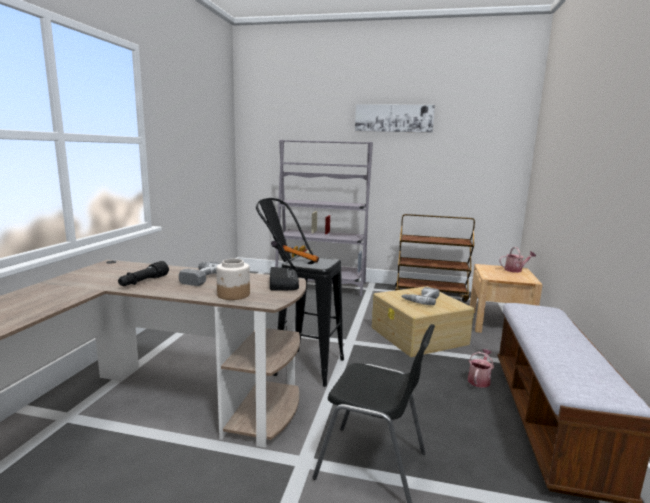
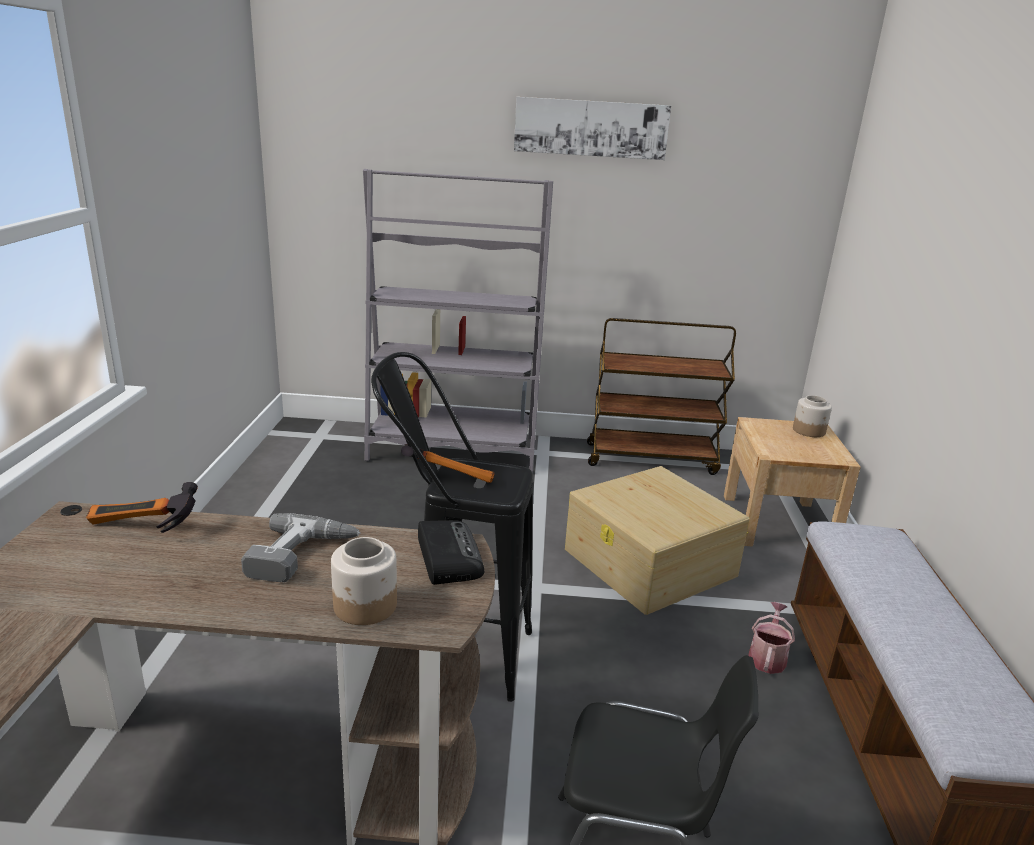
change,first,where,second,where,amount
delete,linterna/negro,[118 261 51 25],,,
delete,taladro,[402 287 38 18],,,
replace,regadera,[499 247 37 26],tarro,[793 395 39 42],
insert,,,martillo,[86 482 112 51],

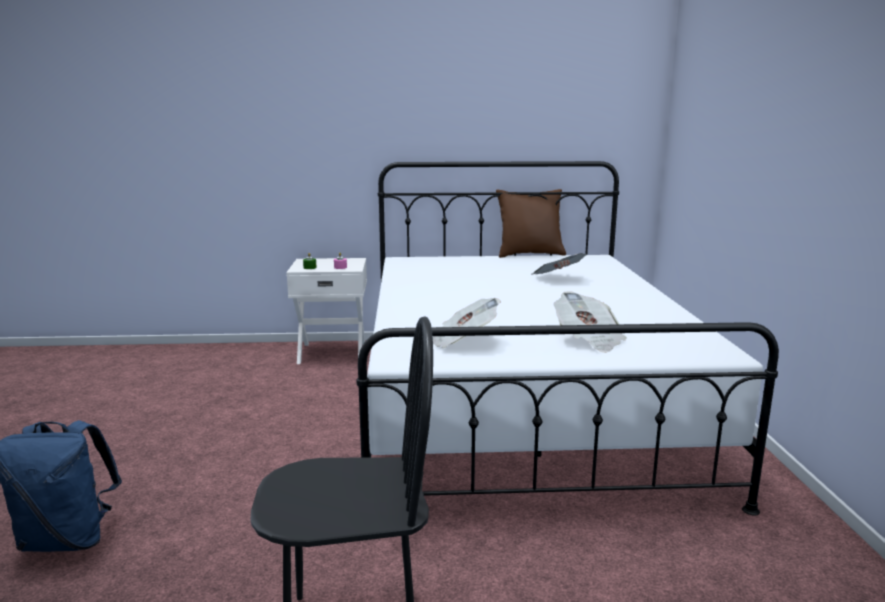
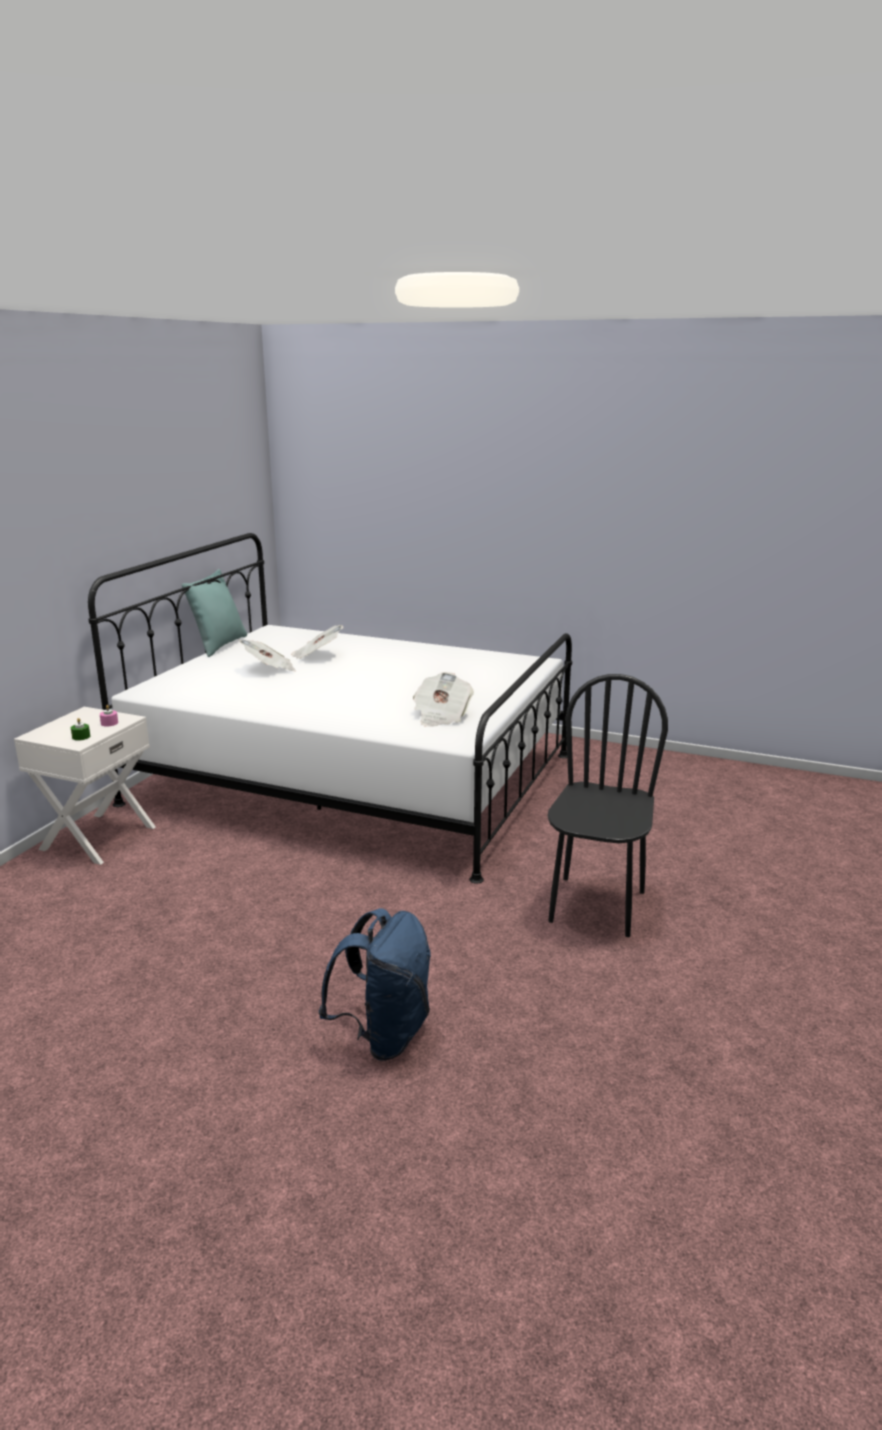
change,first,where,second,where,amount
recolor,cojín/marrón,[496 189 70 69],cojín/turquesa,[182 569 65 88],
move,periódico,[553 291 74 62],,[239 640 57 31],

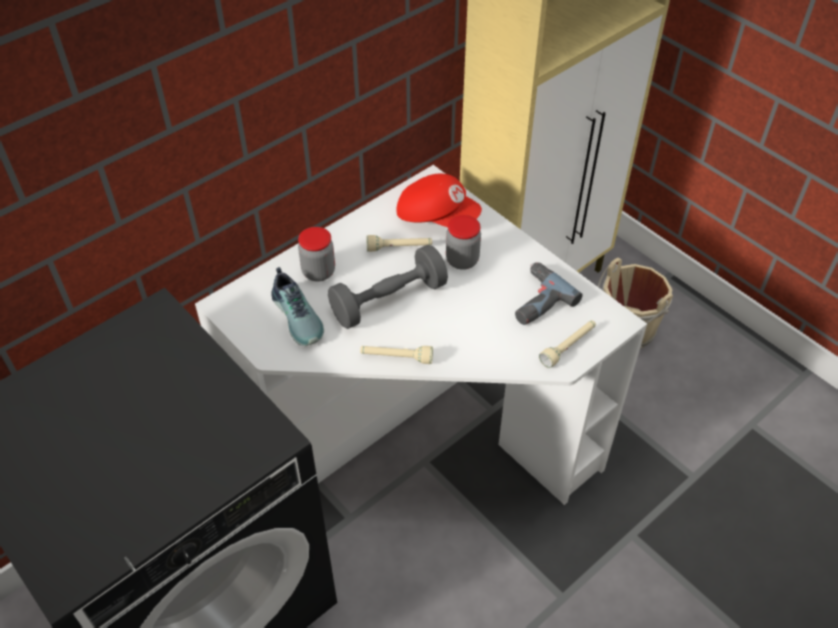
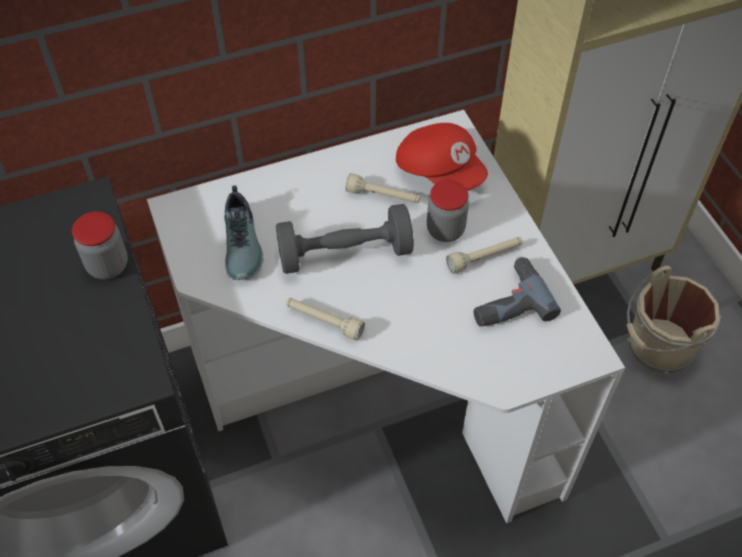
change,first,where,second,where,amount
move,tarro,[298 227 37 55],,[72 211 56 68],
move,linterna/beis,[539 320 57 48],,[446 237 76 36],

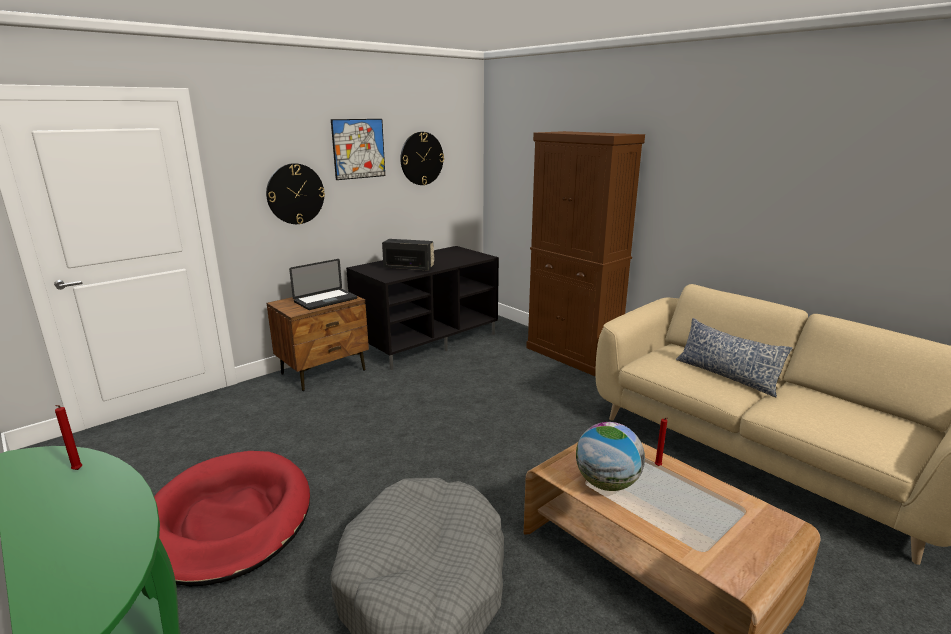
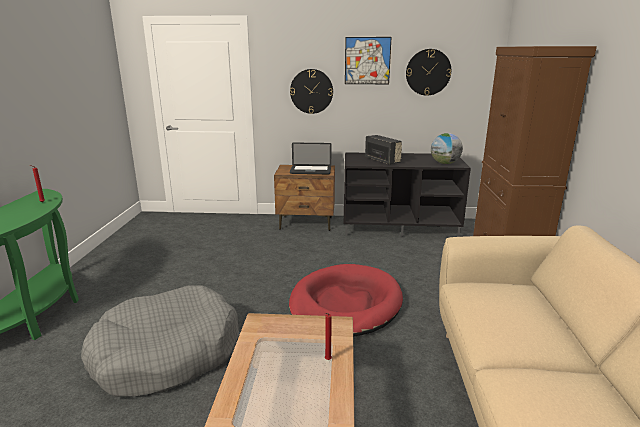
change,first,where,second,where,amount
move,cama para perro/rojo,[154 451 156 135],,[289 264 114 73],
move,globo terráqueo,[576 422 69 69],,[431 133 32 31],
delete,cojín,[676 318 117 79],,,

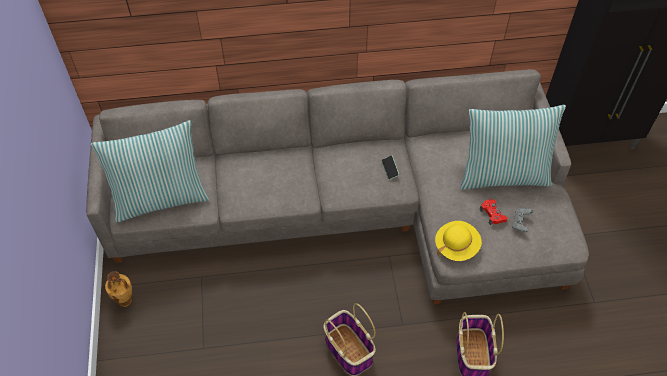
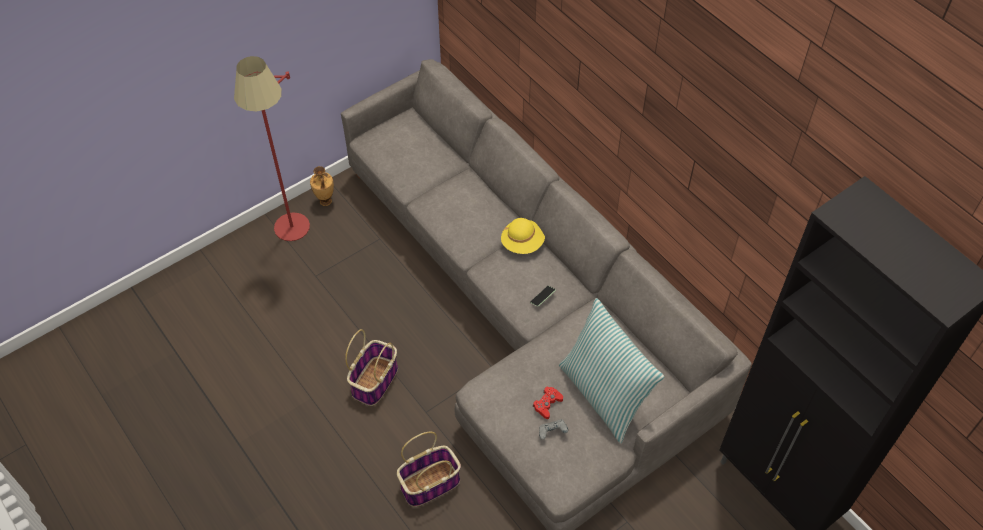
change,first,where,second,where,amount
delete,cojín,[91 120 118 102],,,
move,sombrero/amarillo,[435 221 47 40],,[501 218 44 36],
insert,,,lámpara de pie/rojo,[234 56 76 185],

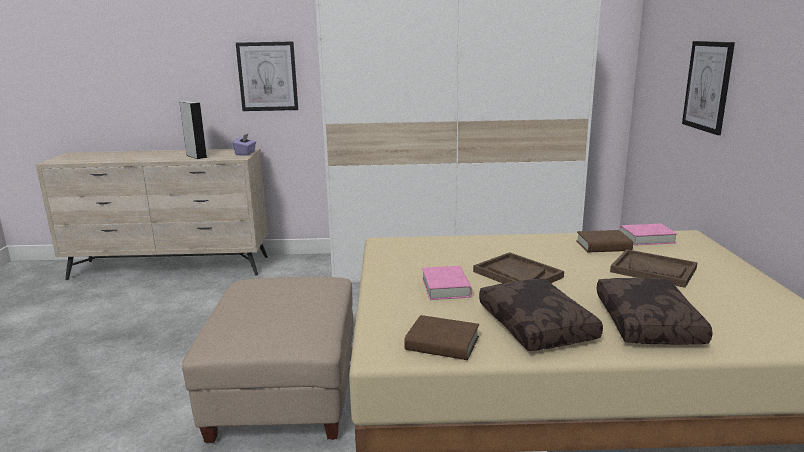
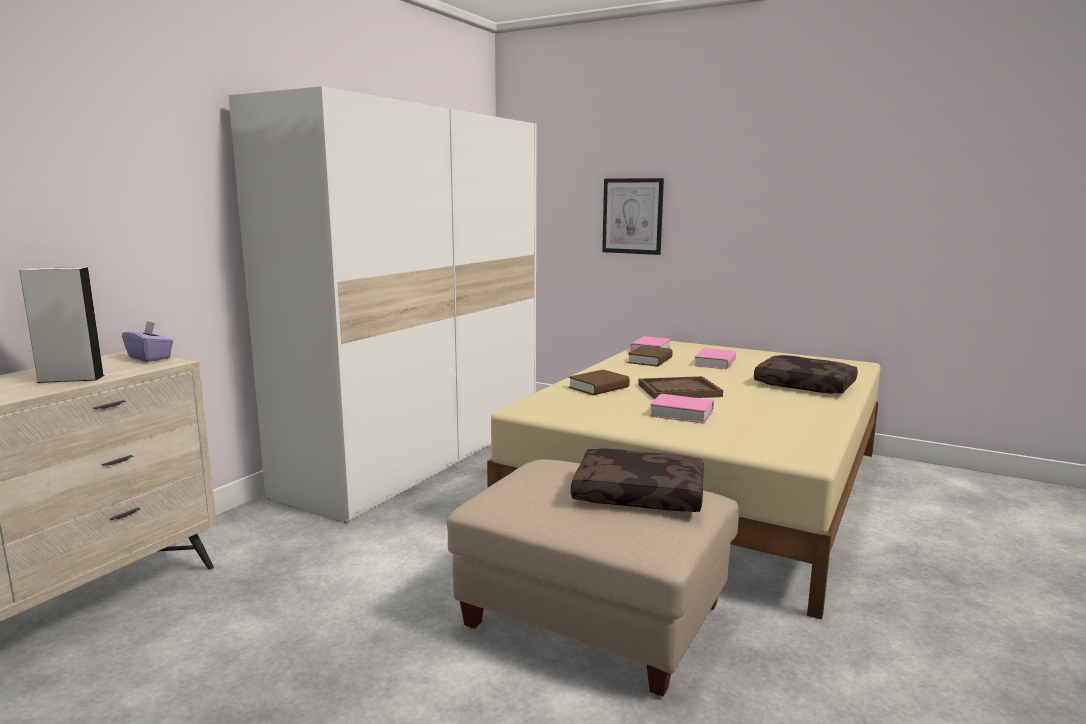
change,first,where,second,where,amount
delete,cuadro,[236 41 62 70],,,
move,libro/marrón,[404 315 75 45],,[569 370 61 25],
move,cojín/marrón,[479 279 124 72],,[571 448 133 64],
replace,bandeja/marrón,[610 249 88 39],libro/rosa,[694 348 42 21],

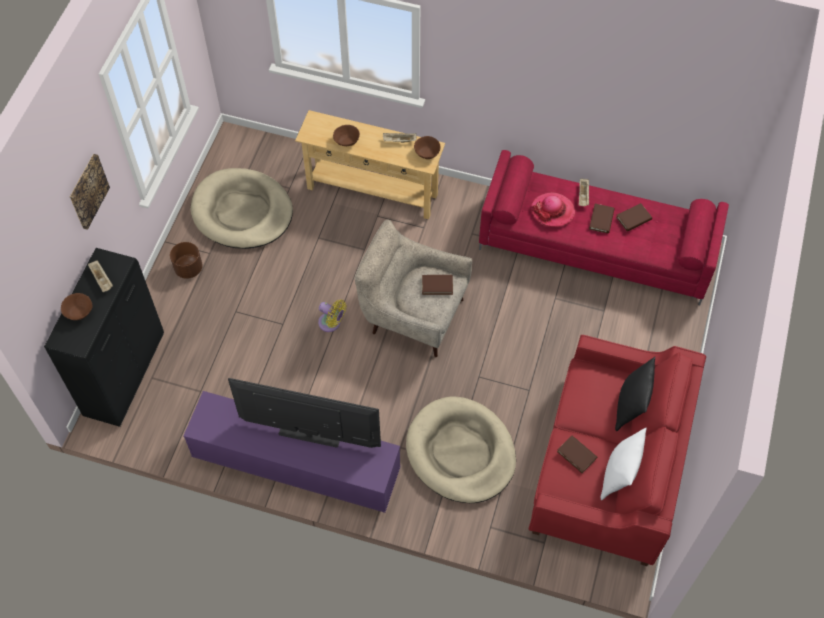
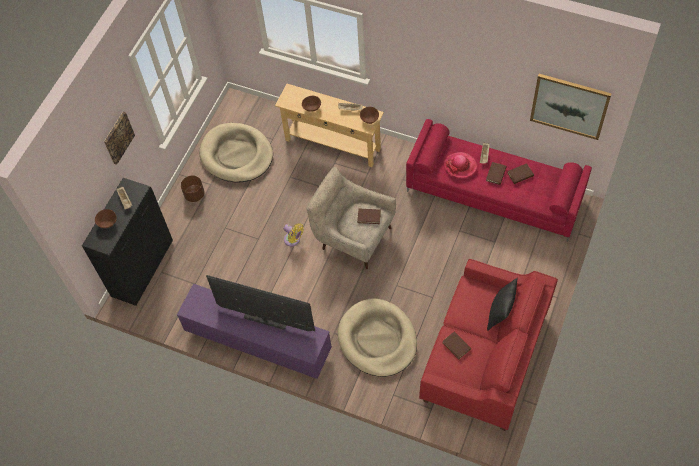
change,first,where,second,where,amount
delete,cojín/blanco,[601 427 46 73],,,
insert,,,cuadro,[530 74 82 66],

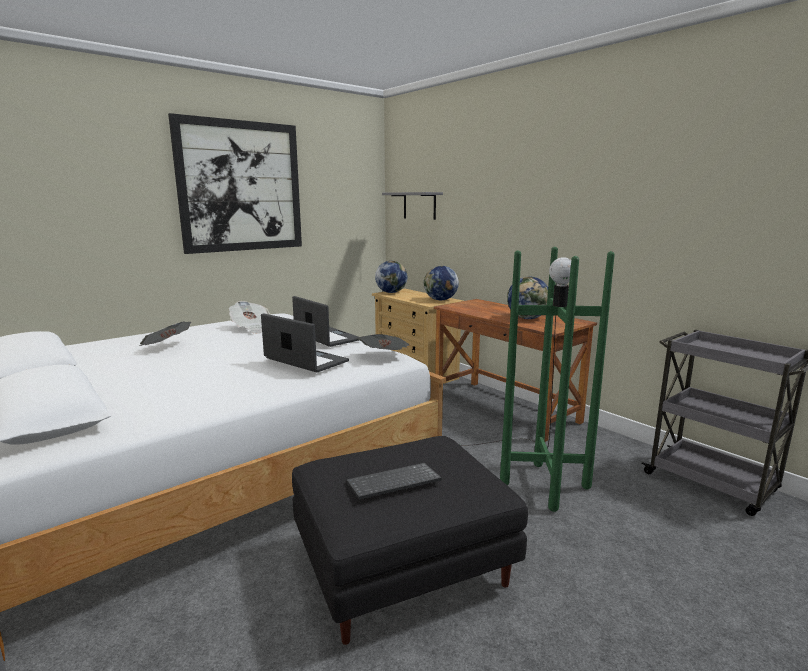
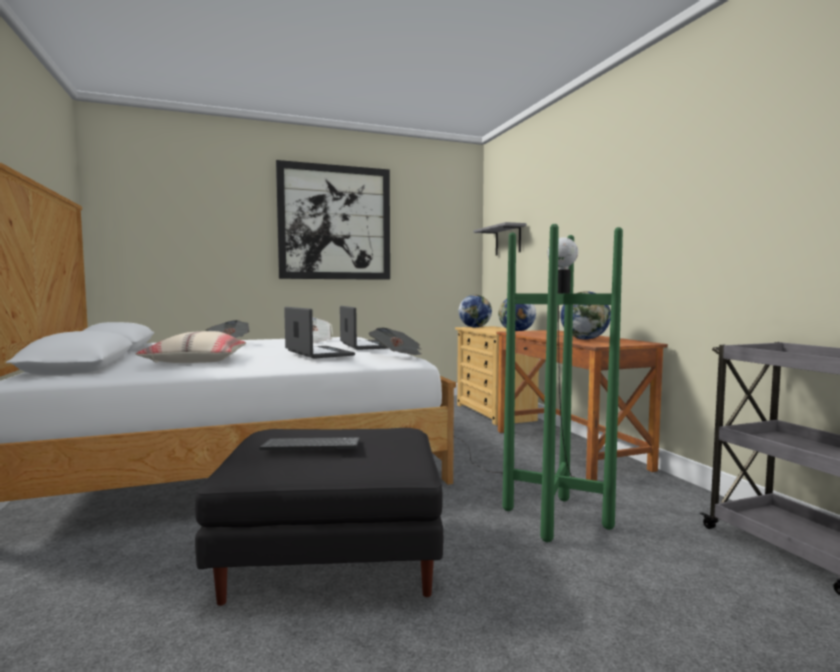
change,first,where,second,where,amount
insert,,,cojín/beis,[136 331 110 32],

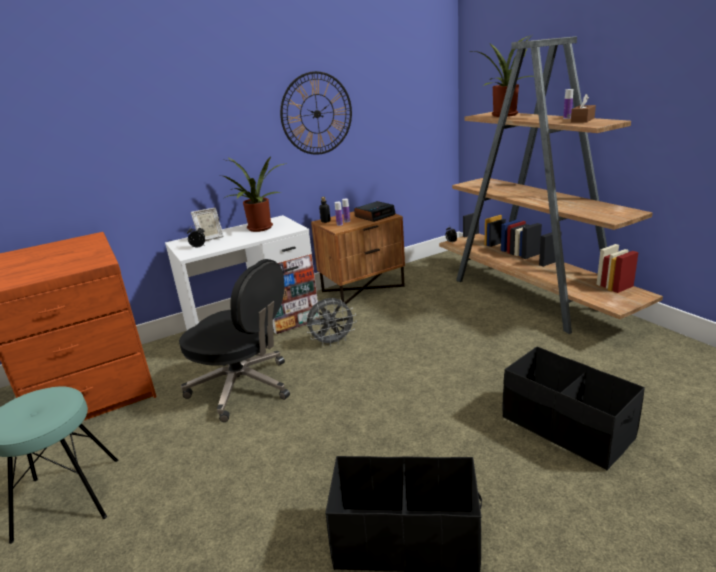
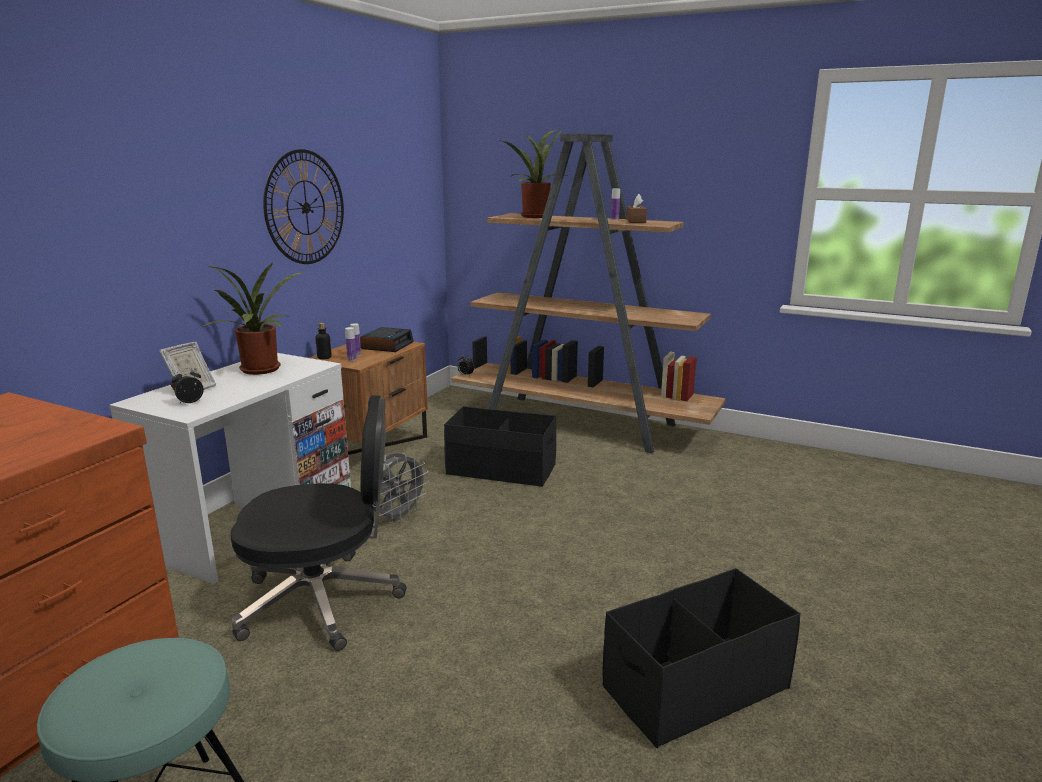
change,first,where,second,where,amount
move,caja de almacenaje/negro,[503 347 142 123],,[444 406 112 81],

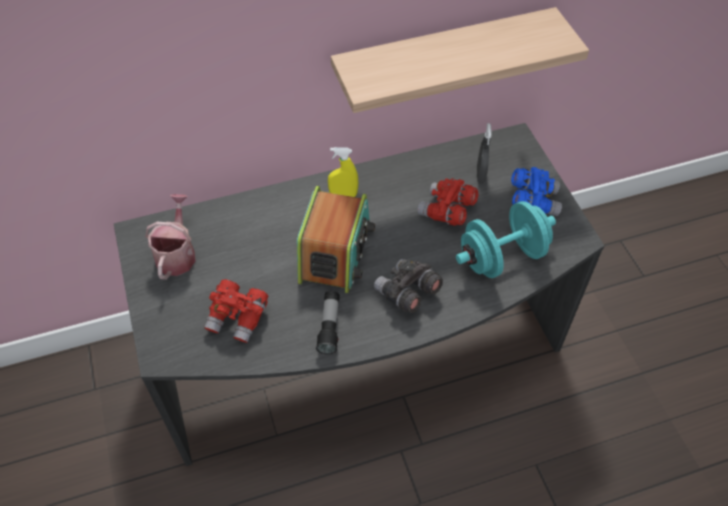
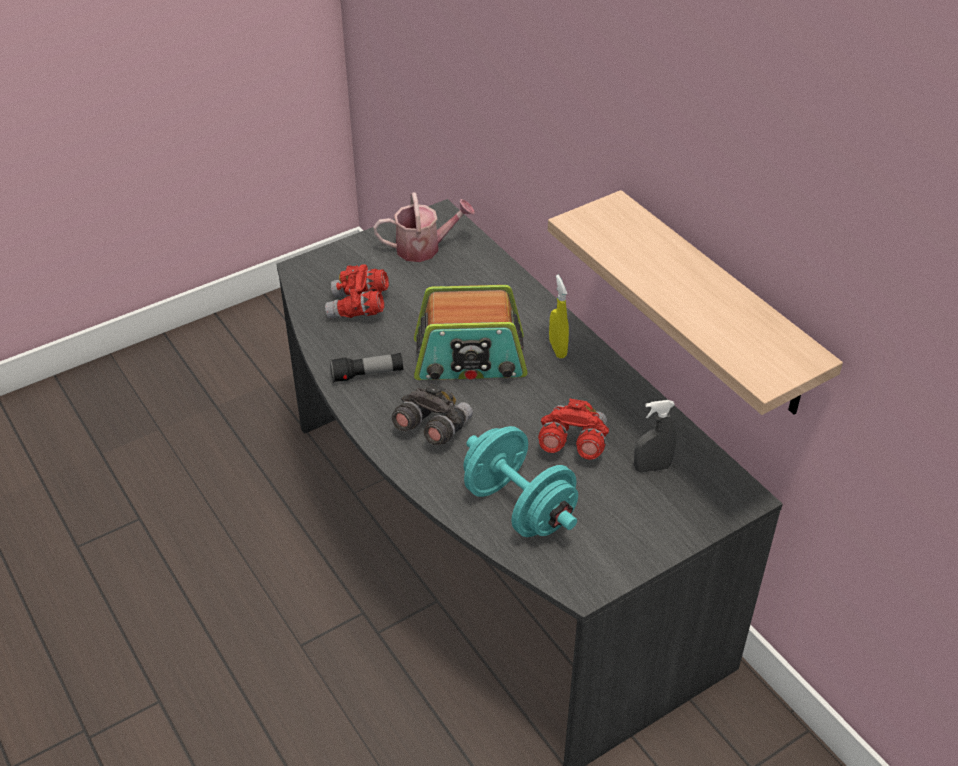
change,first,where,second,where,amount
delete,prismáticos/azul,[511 167 51 49],,,

